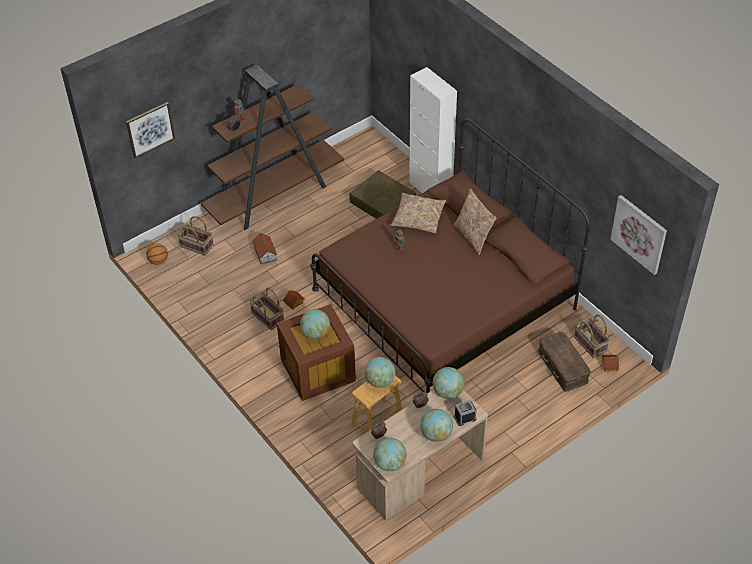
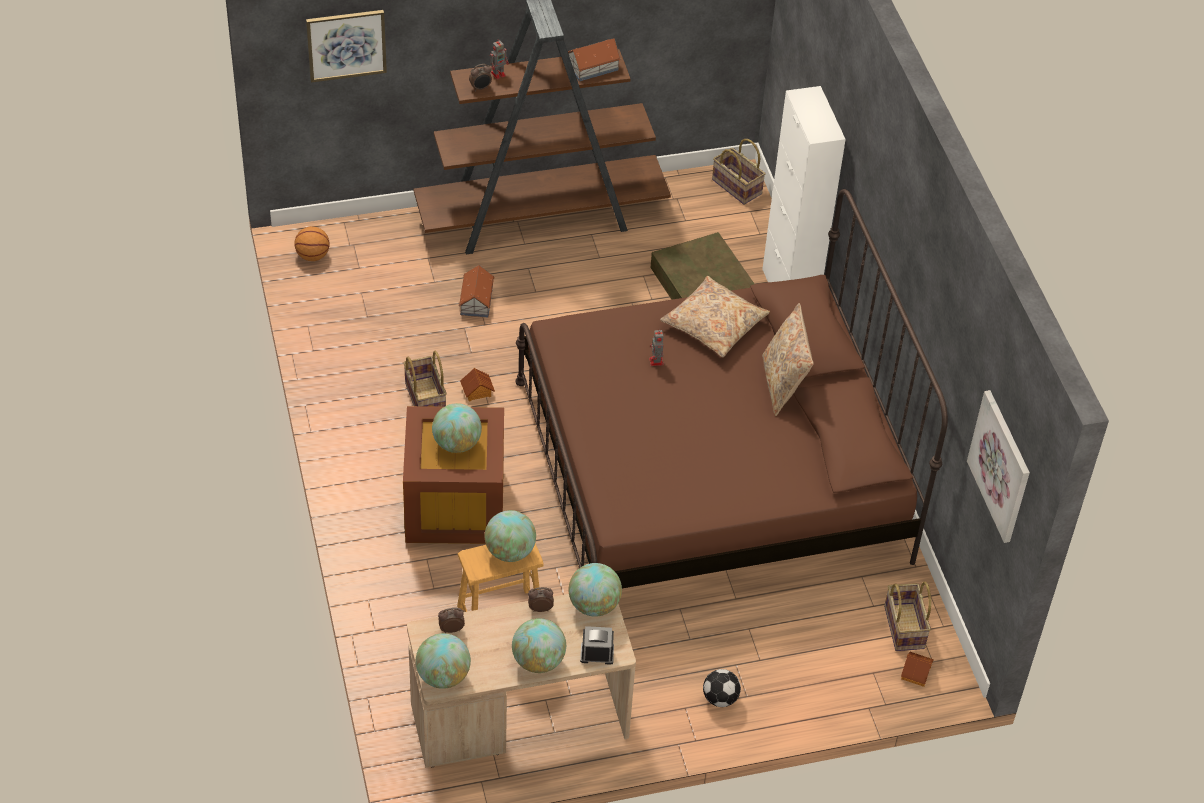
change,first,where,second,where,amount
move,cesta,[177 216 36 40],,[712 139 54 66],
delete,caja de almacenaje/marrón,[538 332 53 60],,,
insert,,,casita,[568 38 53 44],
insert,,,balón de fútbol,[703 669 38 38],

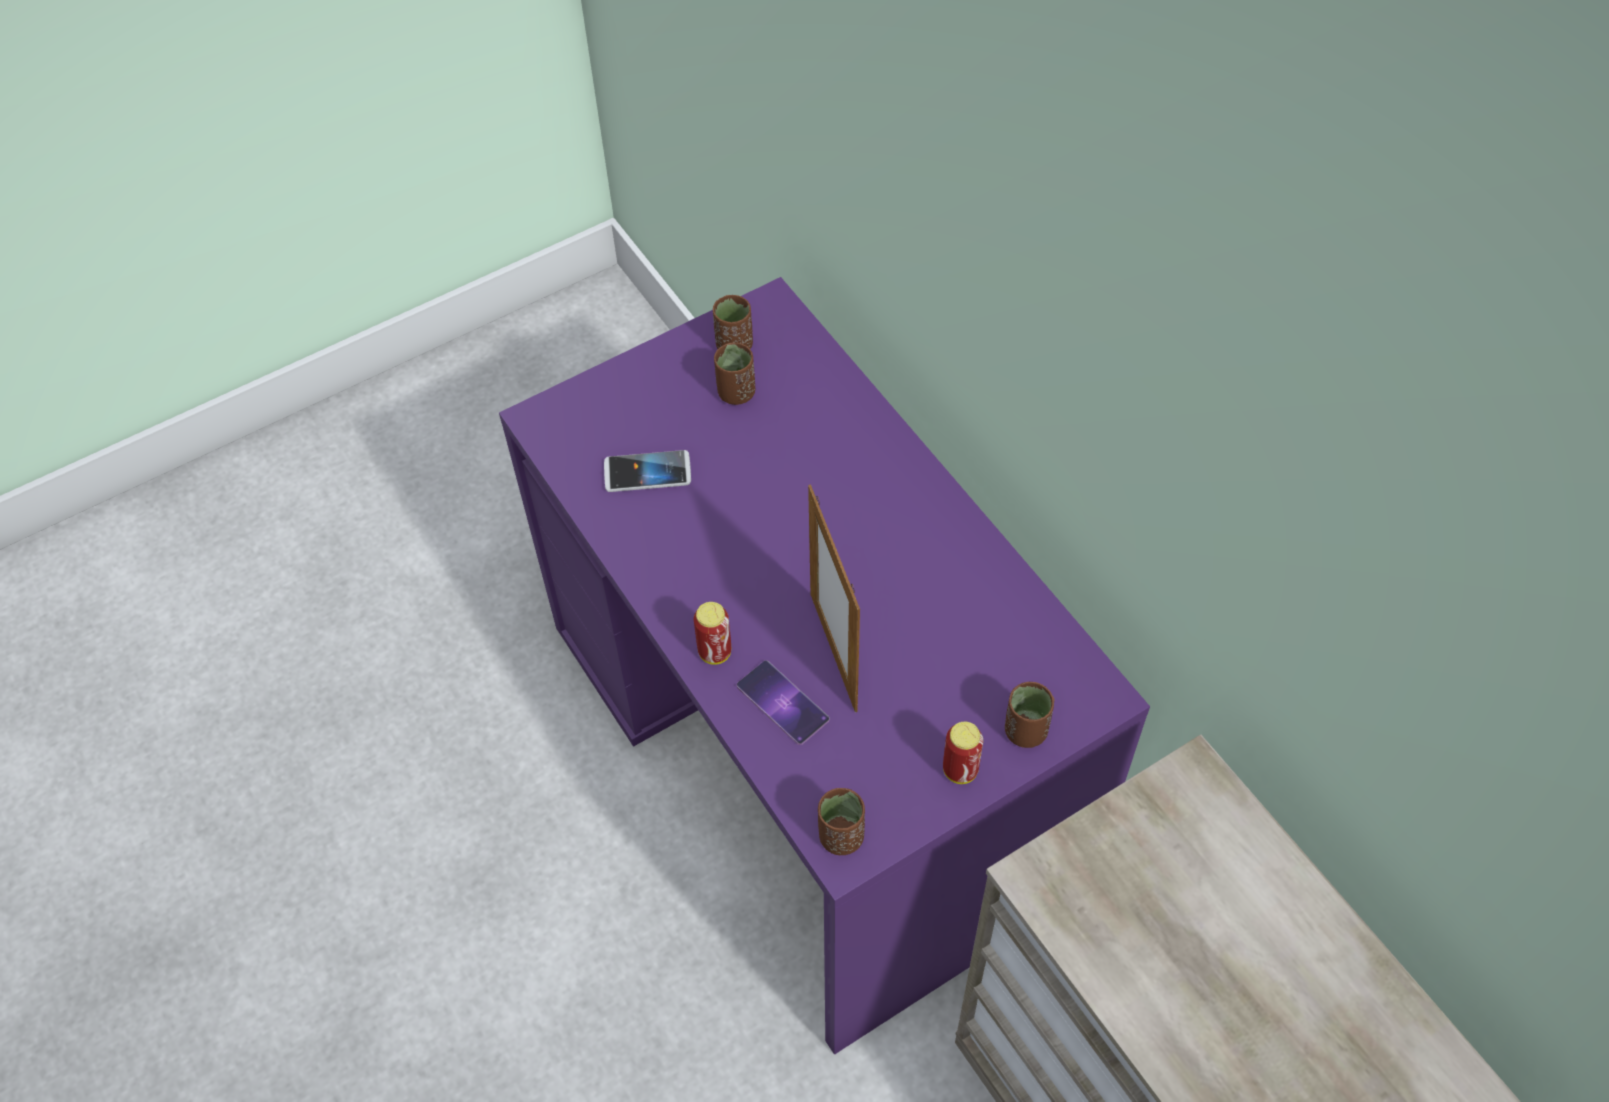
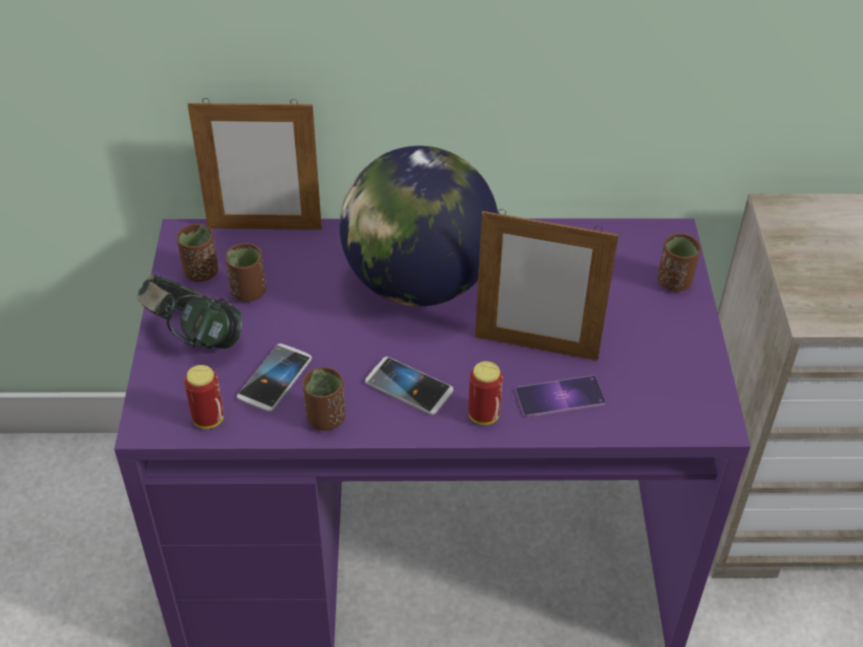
change,first,where,second,where,amount
move,taza/marrón,[818 788 47 67],,[302 367 43 64],
move,lata,[943 722 40 62],,[184 365 40 64],
insert,,,auriculares,[137 274 105 75],
insert,,,portarretratos,[188 98 134 132],
insert,,,globo terráqueo,[340 146 158 160],
insert,,,móvil,[365 357 88 58],

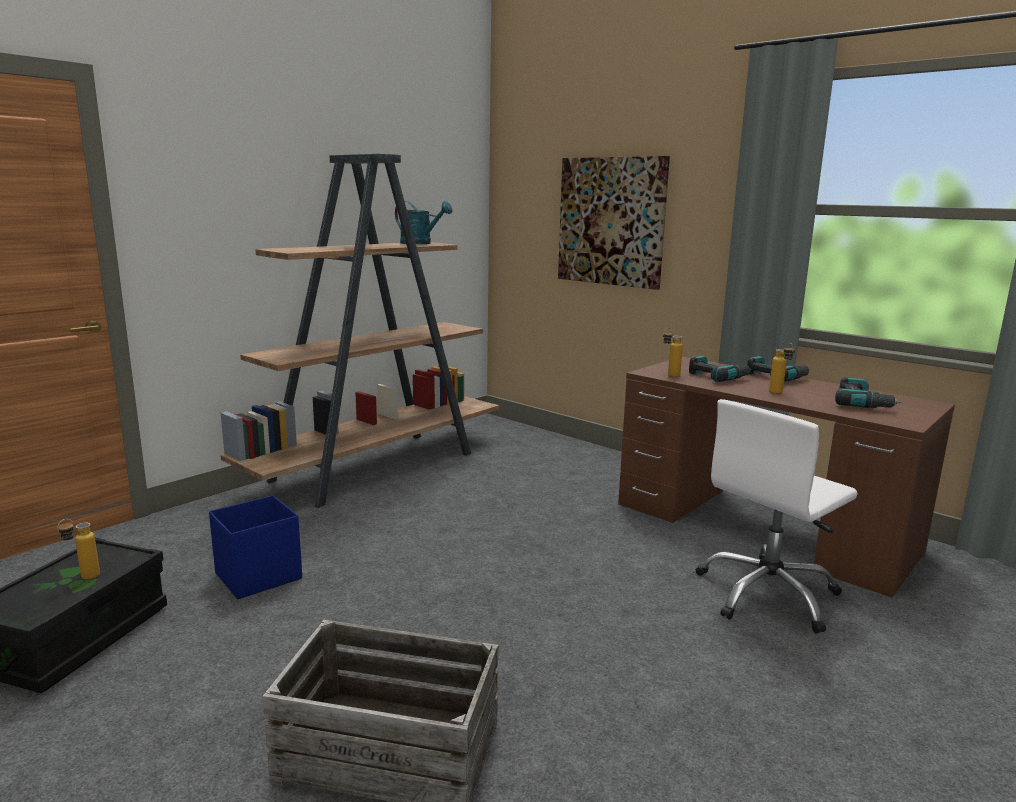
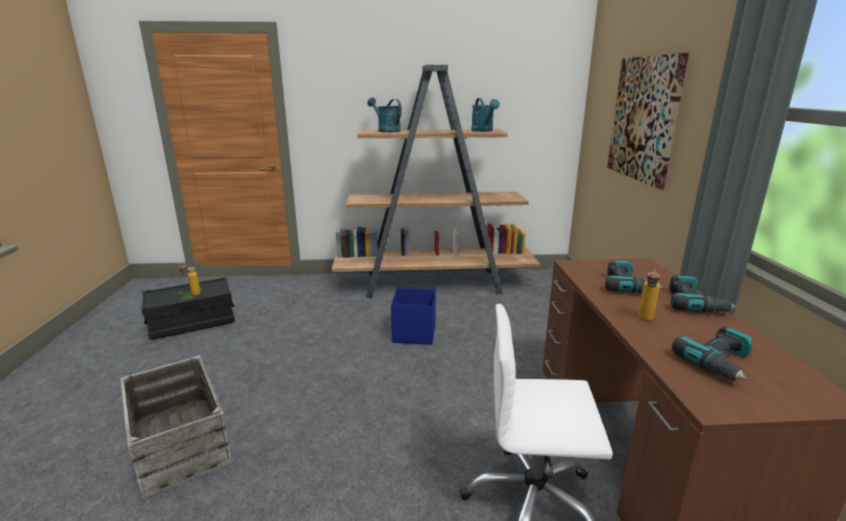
change,first,where,second,where,amount
move,caja de almacenaje/azul,[209 495 93 104],,[391 288 45 57],
delete,botella,[663 328 20 49],,,
insert,,,regadera/turquesa,[367 97 35 36],

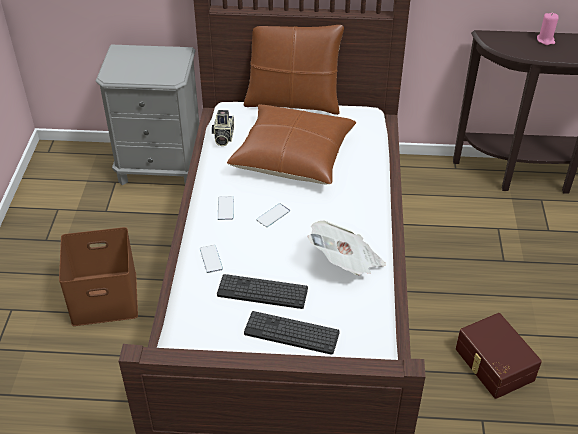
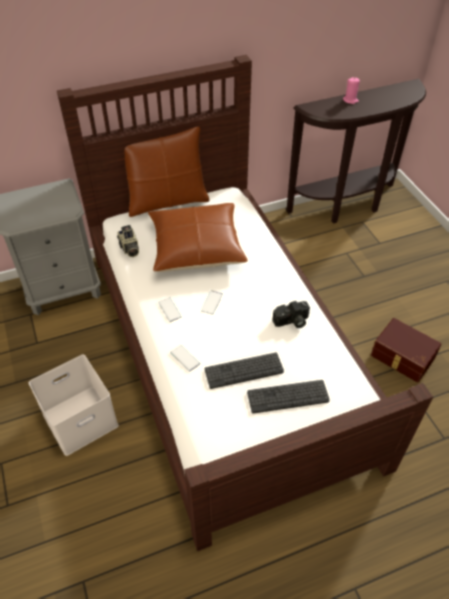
change,first,where,second,where,amount
recolor,caja de almacenaje/marrón,[59 227 79 99],caja de almacenaje/blanco,[29 355 90 101],
replace,periódico,[307 221 79 54],cámara,[273 301 37 27],

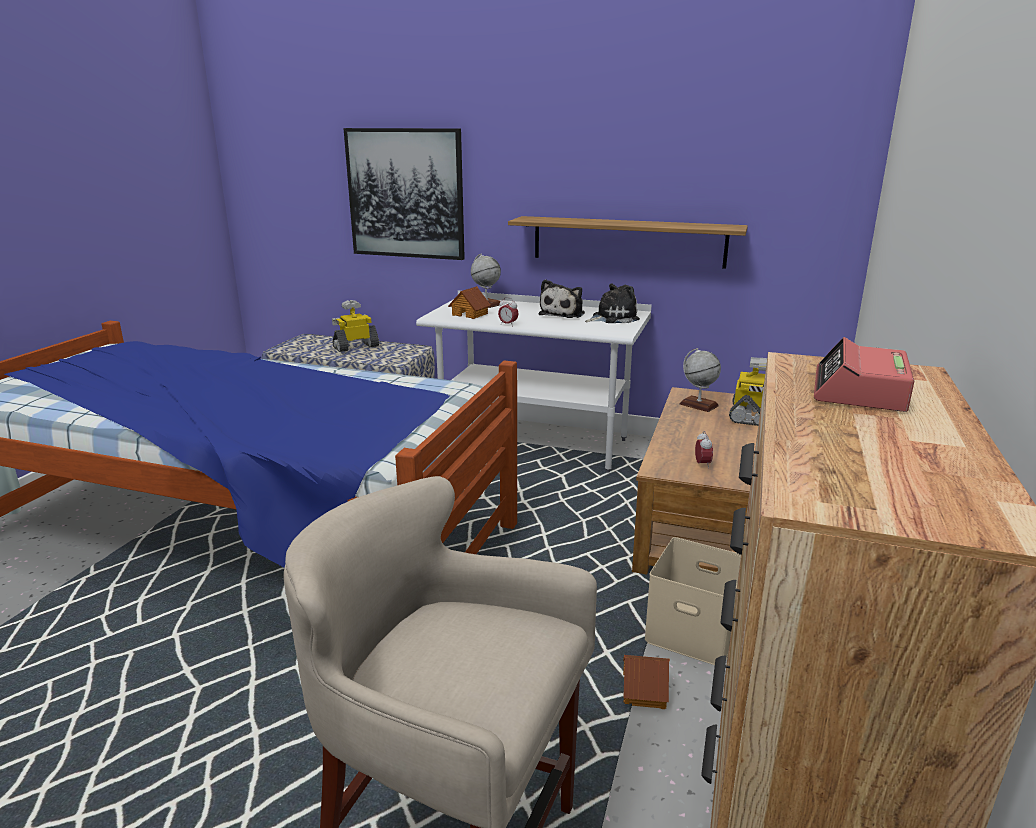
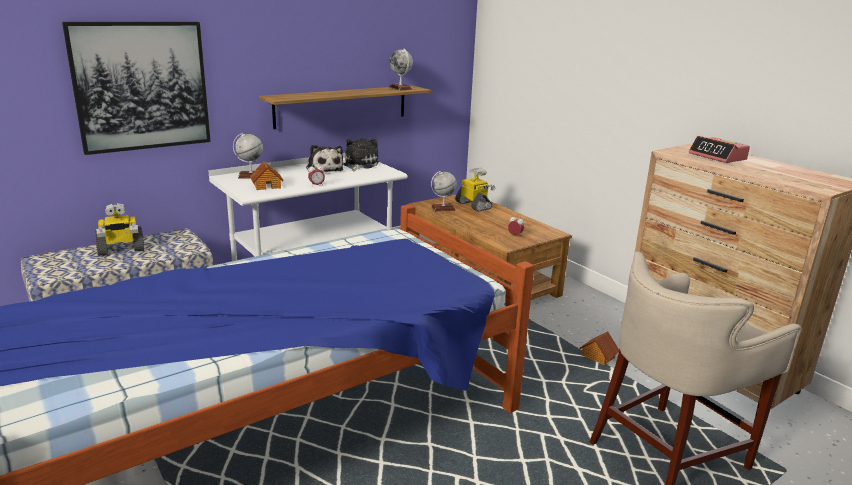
change,first,where,second,where,amount
rotate,robot de juguete,[332 300 47 52],,[95 203 49 53],120 degrees counterclockwise
delete,caja de almacenaje/beis,[645 537 96 128],,,
insert,,,globo terráqueo,[389 49 24 41],

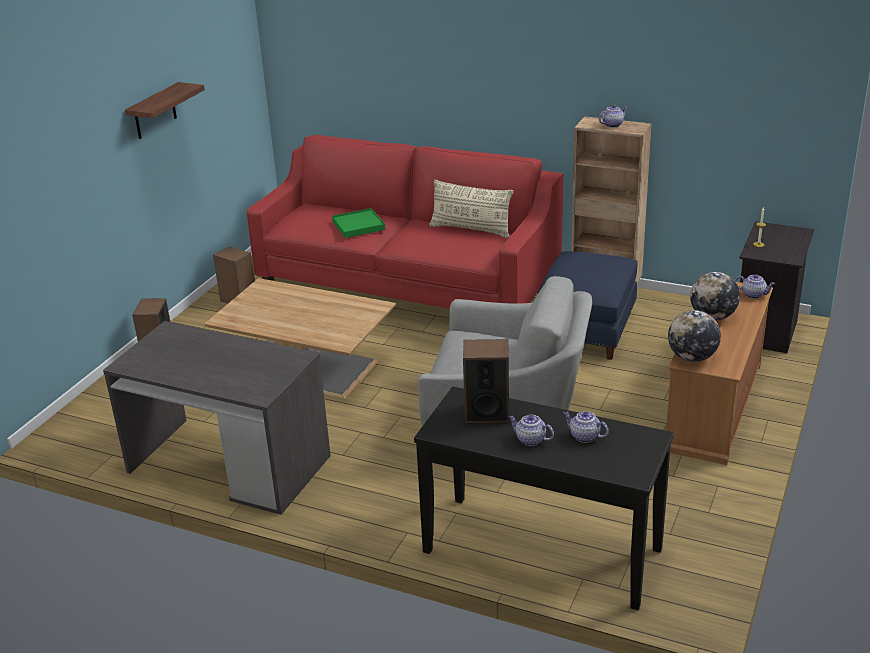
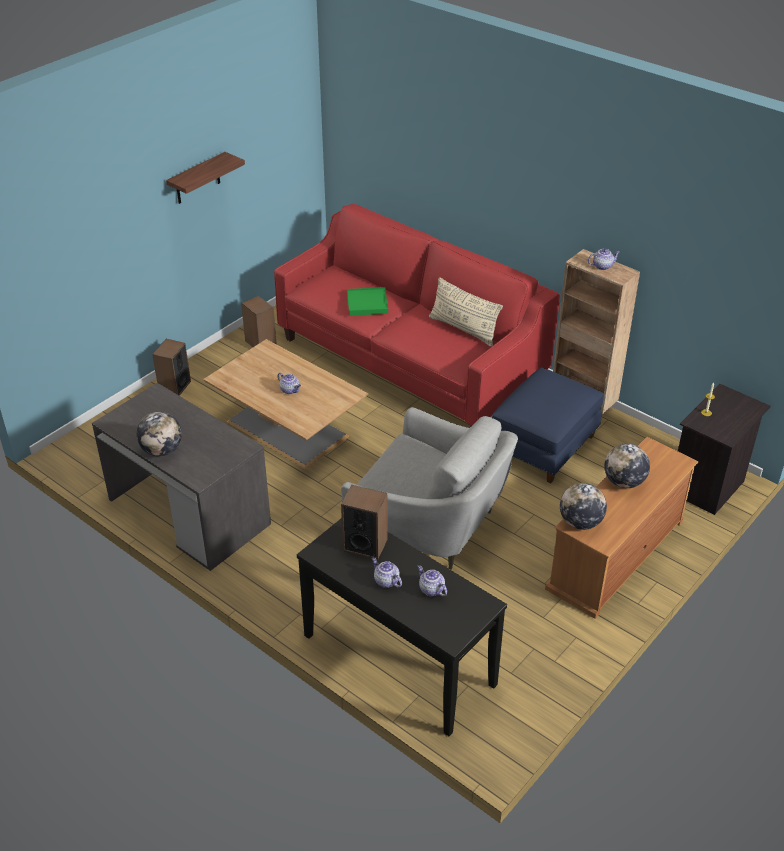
change,first,where,second,where,amount
move,tetera,[735 274 40 25],,[277 373 24 21],
insert,,,globo terráqueo,[136 412 46 44],

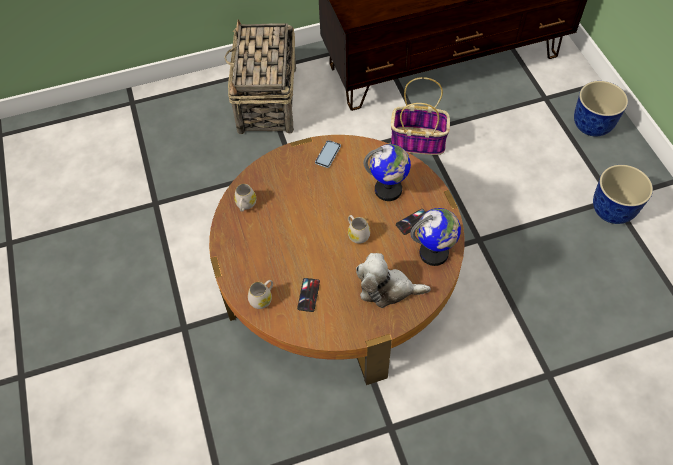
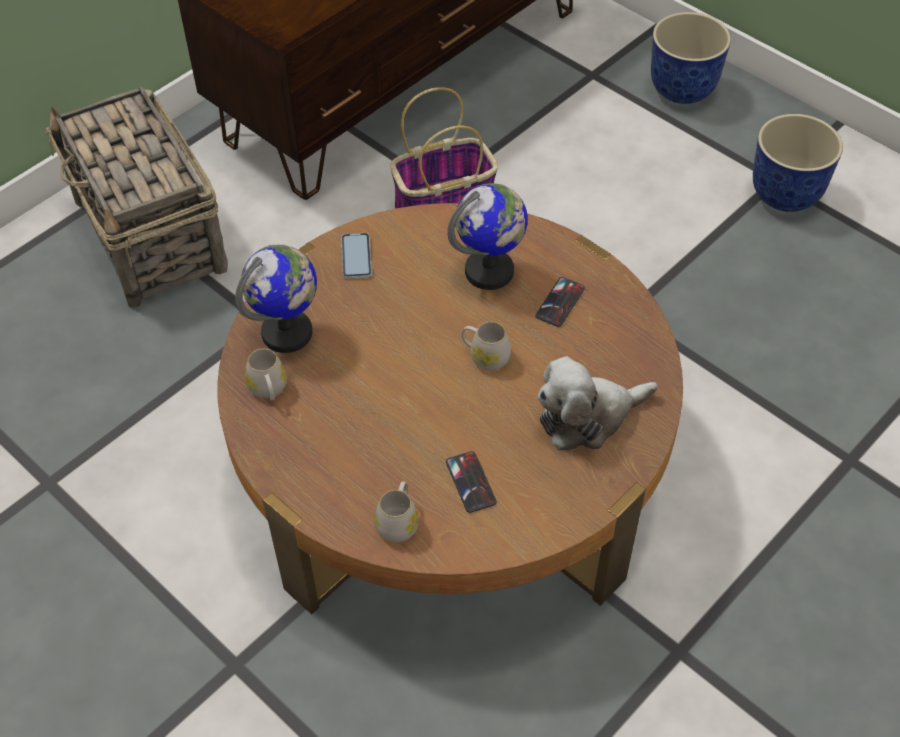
change,first,where,second,where,amount
move,globo terráqueo,[410 208 51 58],,[235 245 82 108],

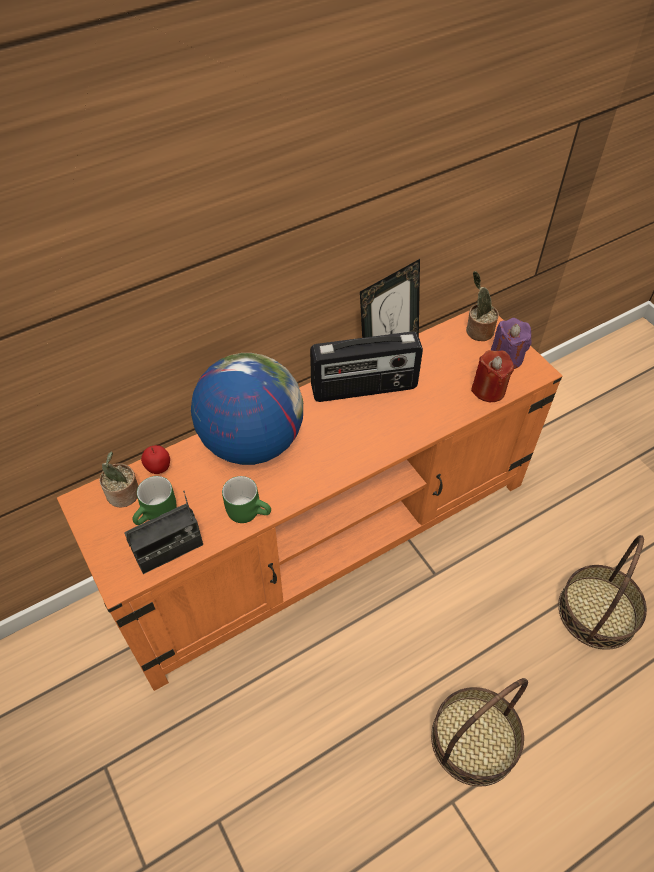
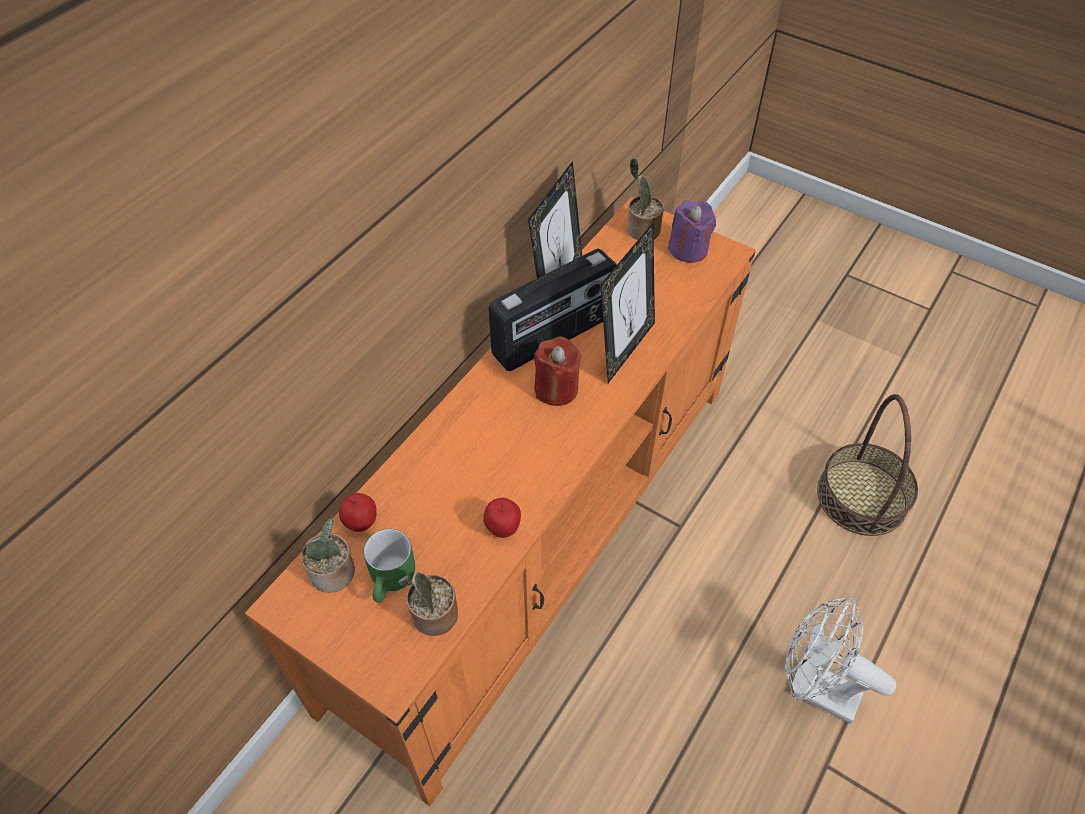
change,first,where,second,where,amount
replace,radio,[124 491 79 83],planta en maceta,[399 572 59 64],
delete,globo terráqueo,[191 353 112 112],,,
replace,taza grande/verde,[222 476 49 47],manzana,[483 498 38 40],
replace,cesta,[431 678 97 108],ventilador/blanco,[785 596 111 128],
move,vela/rojo,[471 350 43 52],,[534 337 47 69],
insert,,,portarretratos,[600 223 55 160],

